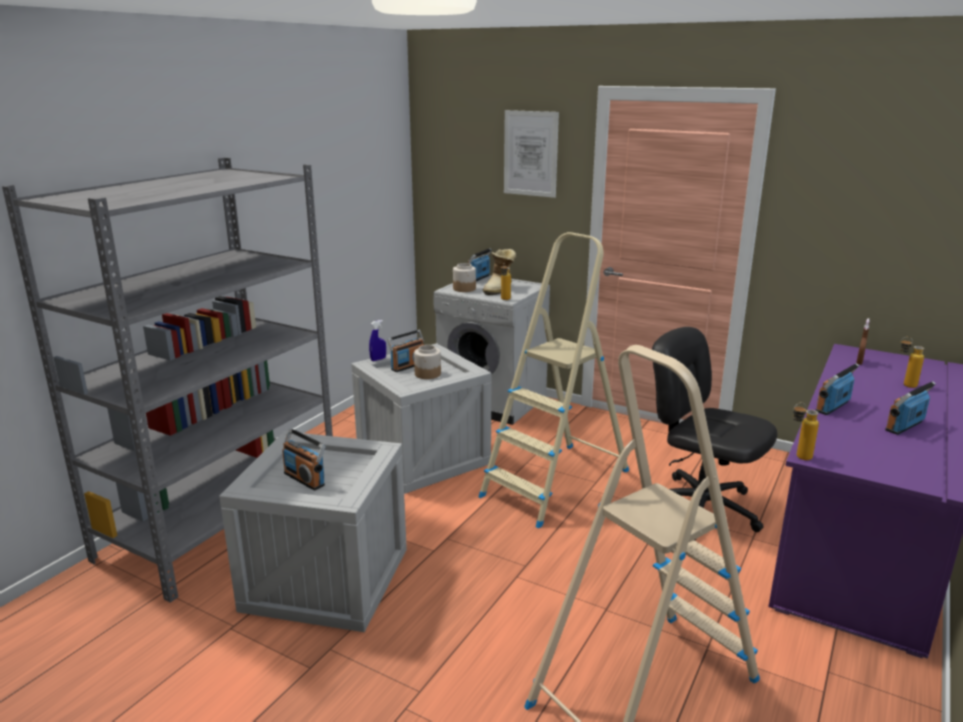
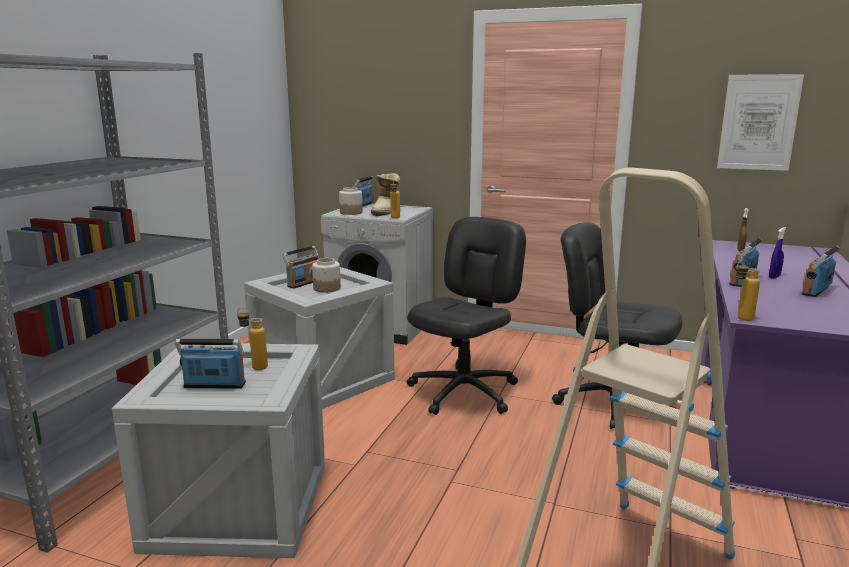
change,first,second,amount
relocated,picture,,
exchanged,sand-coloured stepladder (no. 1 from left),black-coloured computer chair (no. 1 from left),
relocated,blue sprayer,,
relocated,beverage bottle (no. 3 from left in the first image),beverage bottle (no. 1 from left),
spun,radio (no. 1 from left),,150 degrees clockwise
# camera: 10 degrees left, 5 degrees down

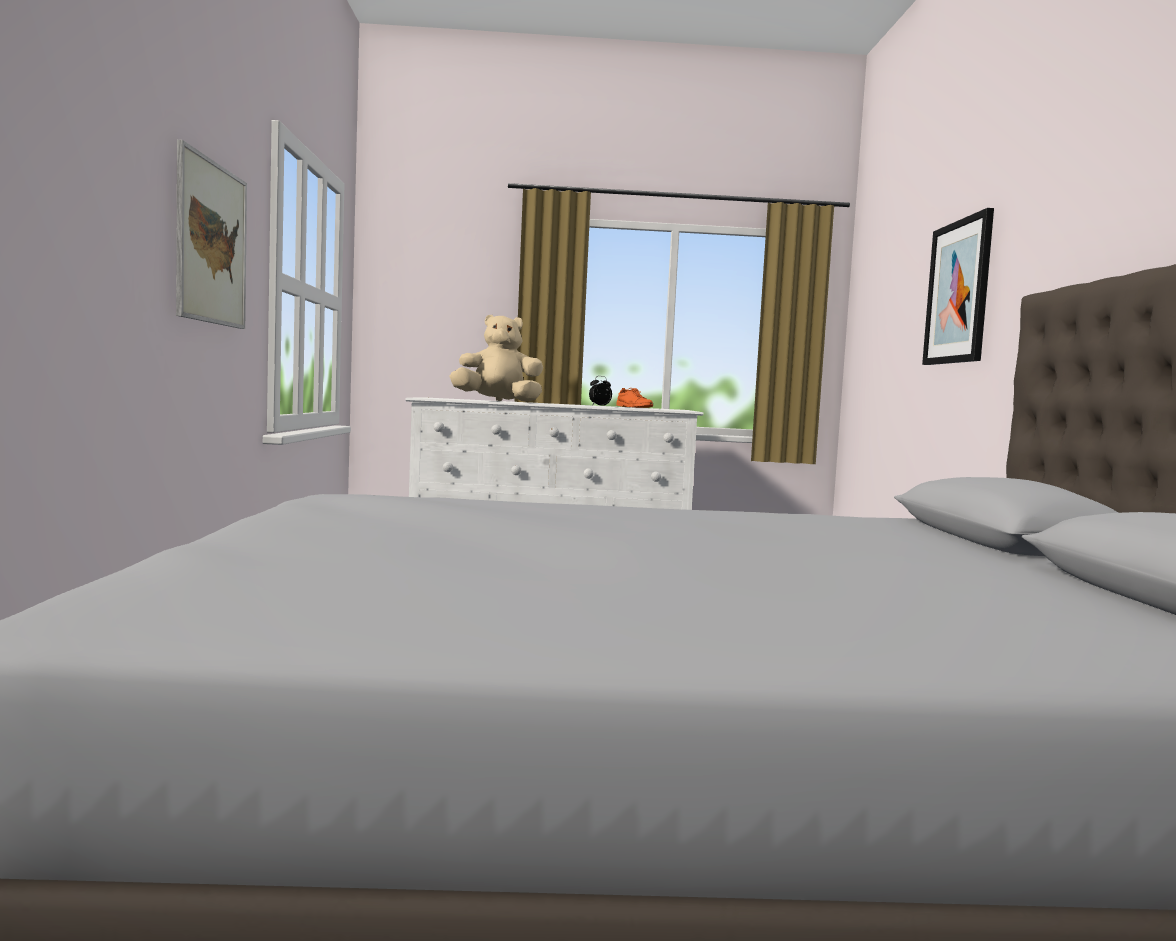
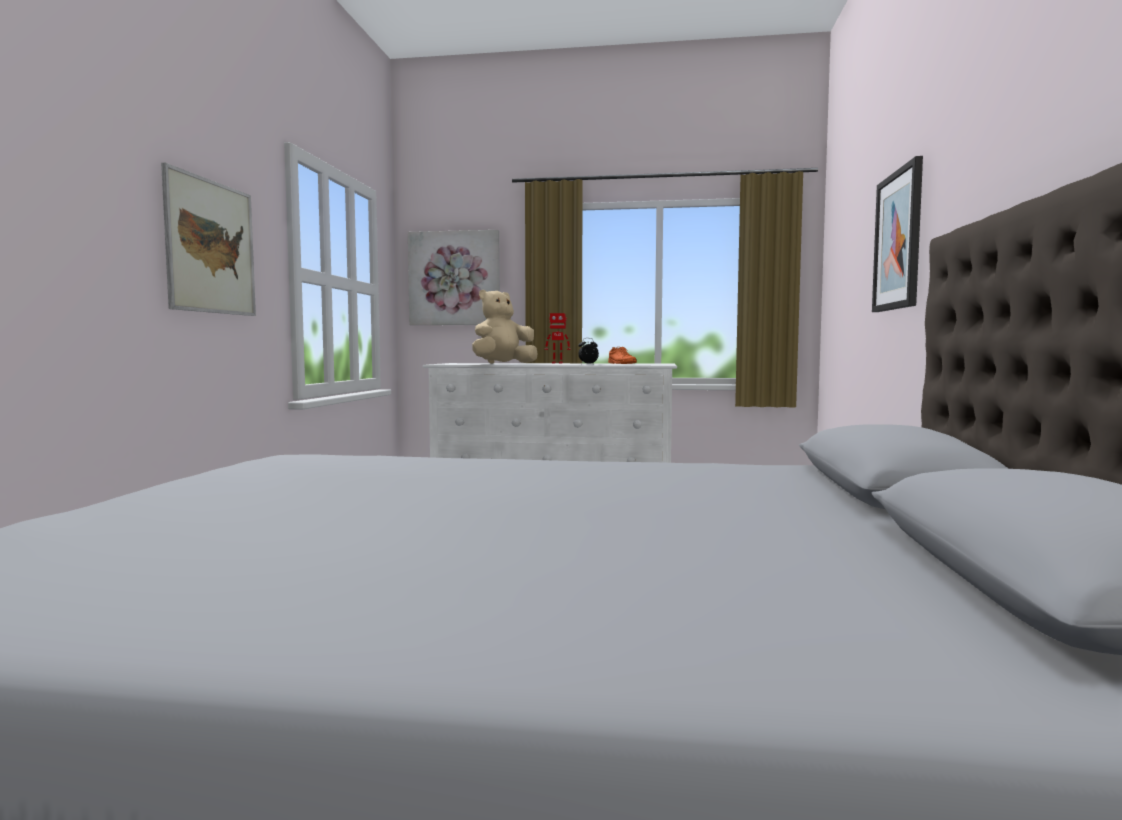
change,first,second,amount
spun,sand-coloured cuddly toy,,45 degrees counterclockwise
appeared,,picture (no. 2 from left),
appeared,,robot figure,
# camera: 10 degrees right, 0 degrees up

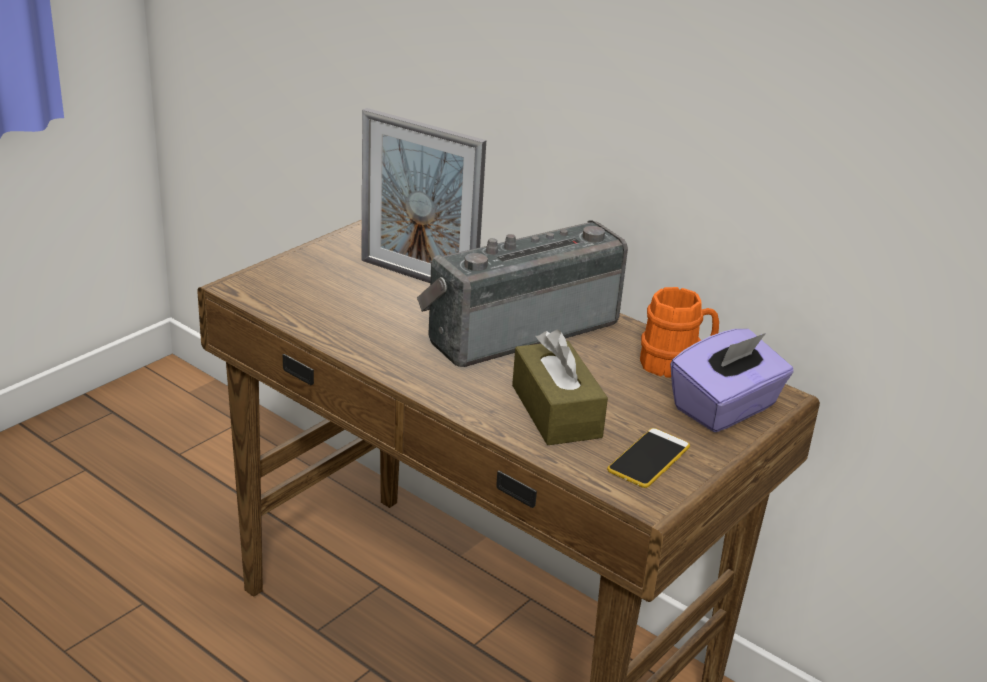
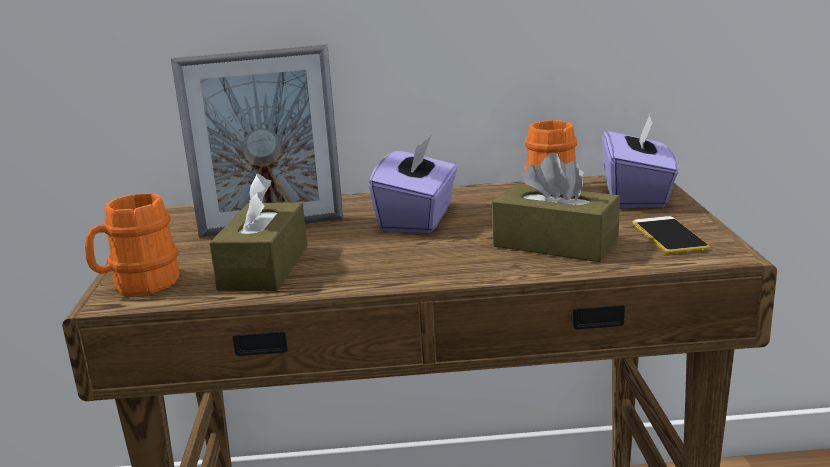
change,first,second,amount
exchanged,radio,purple box of tissues (no. 1 from left),
appeared,,brown-coloured box of tissues (no. 1 from left),
appeared,,orangey coffee mug (no. 1 from left),
# camera: 40 degrees left, 10 degrees down

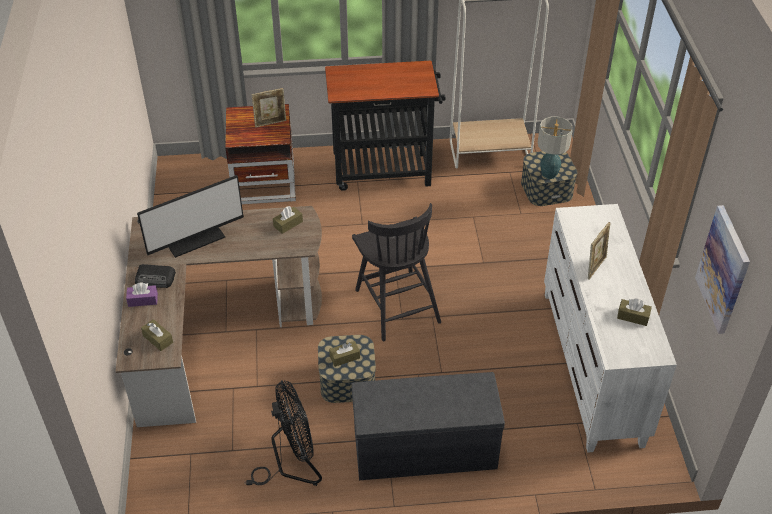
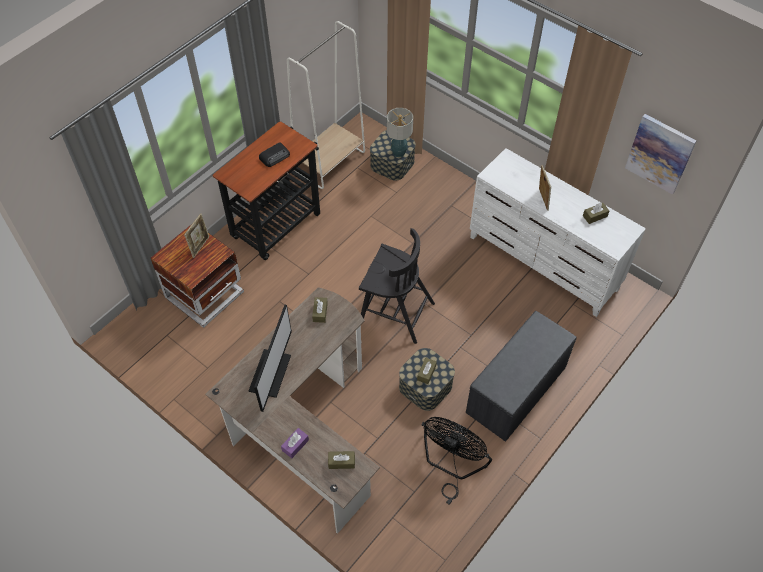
change,first,second,amount
relocated,radio,,
# camera: 45 degrees left, 10 degrees up

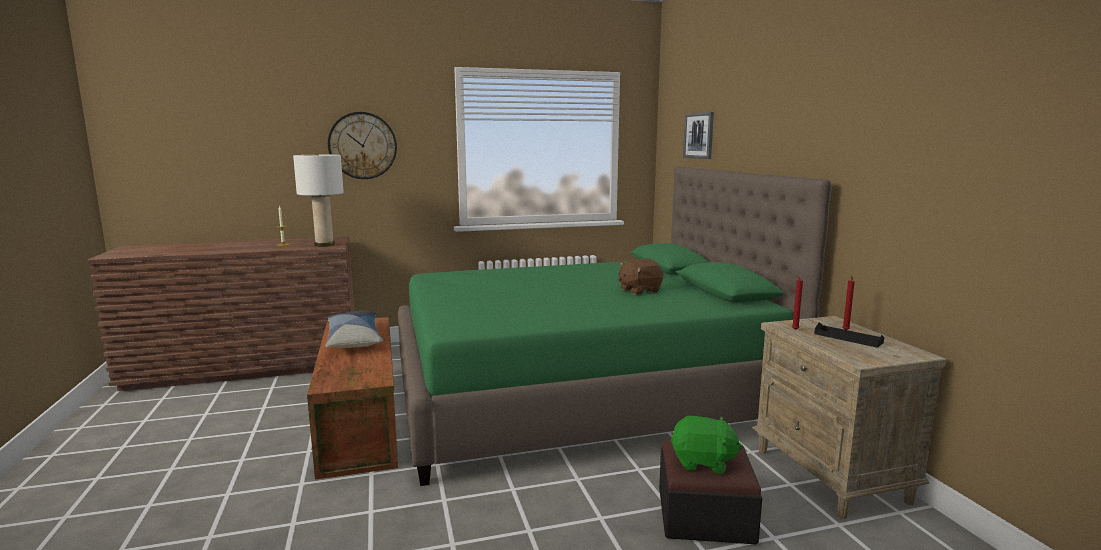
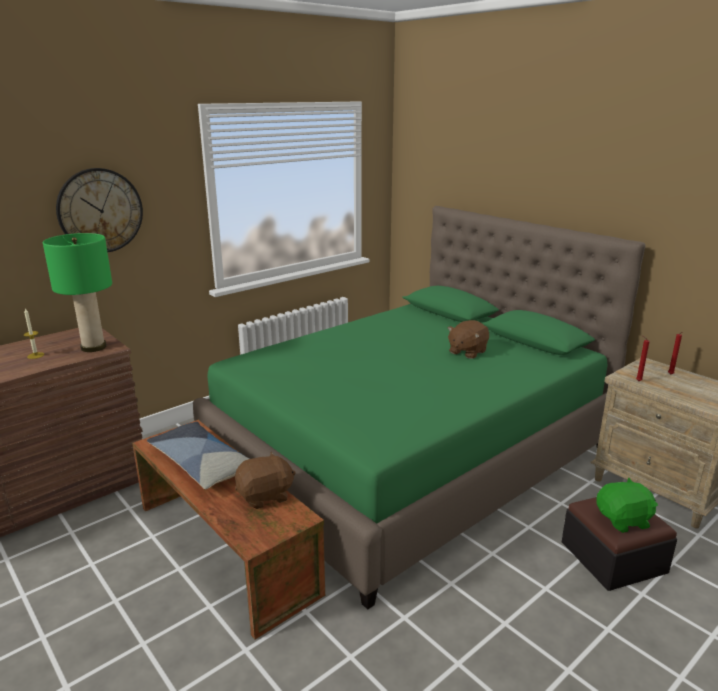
change,first,second,amount
missing,picture,,
colour,whitish lamp for a table,green-coloured lamp for a table,
missing,black-coloured carrying tray,,
appeared,,brown-coloured cuddly toy (no. 1 from left),
# camera: 25 degrees left, 10 degrees up

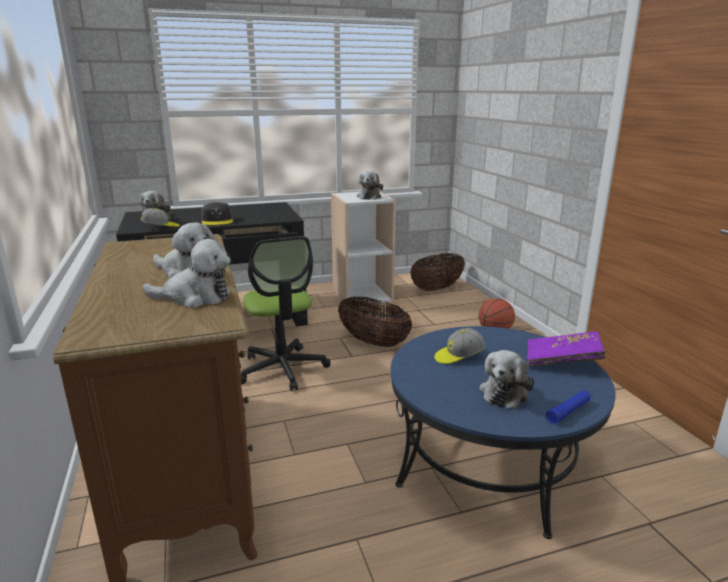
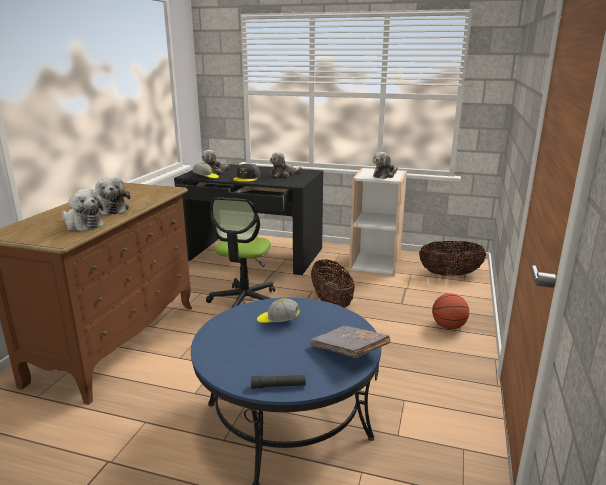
change,first,second,amount
colour,purple book,gray book,
relocated,cuddly toy (no. 5 from left in the first image),cuddly toy (no. 4 from left),
colour,blue torch,black-coloured torch,
# camera: 35 degrees right, 0 degrees up

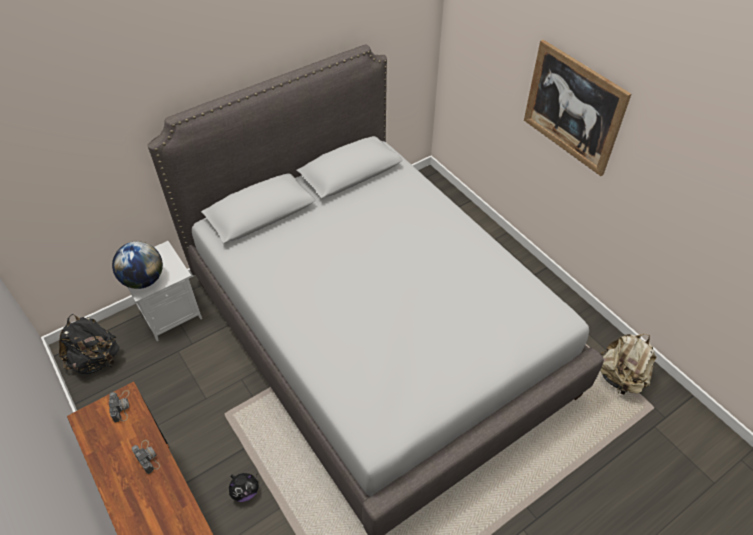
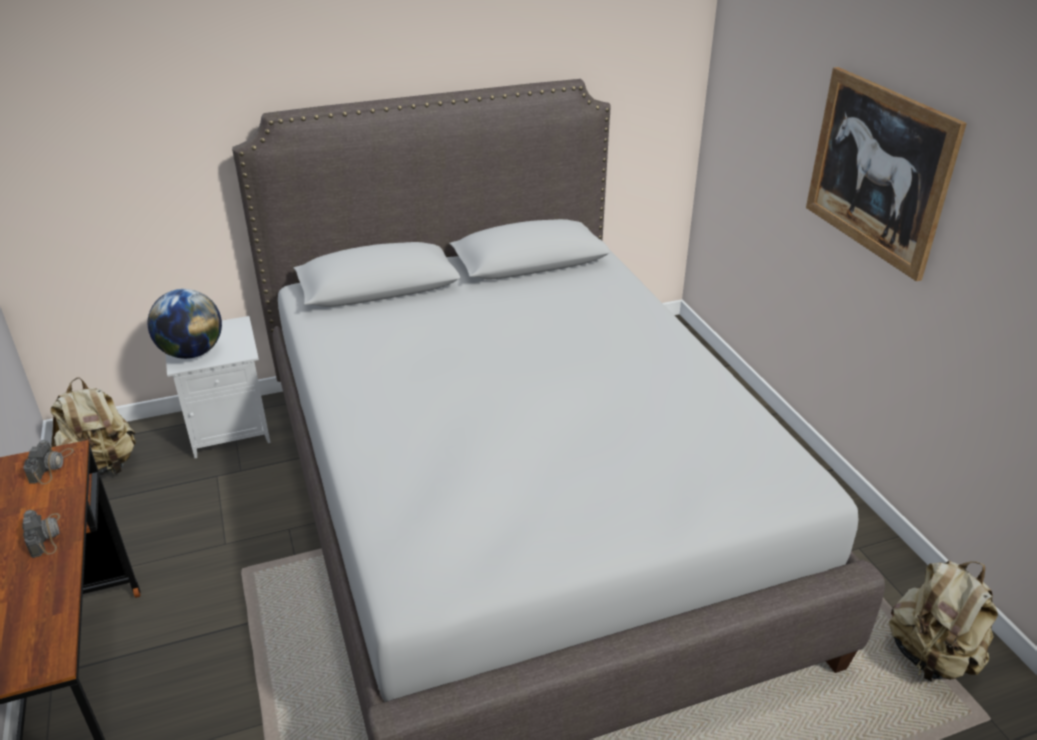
change,first,second,amount
colour,black-coloured rucksack,sand-coloured rucksack (no. 1 from left),
missing,cuddly toy,,
# camera: 15 degrees right, 15 degrees down

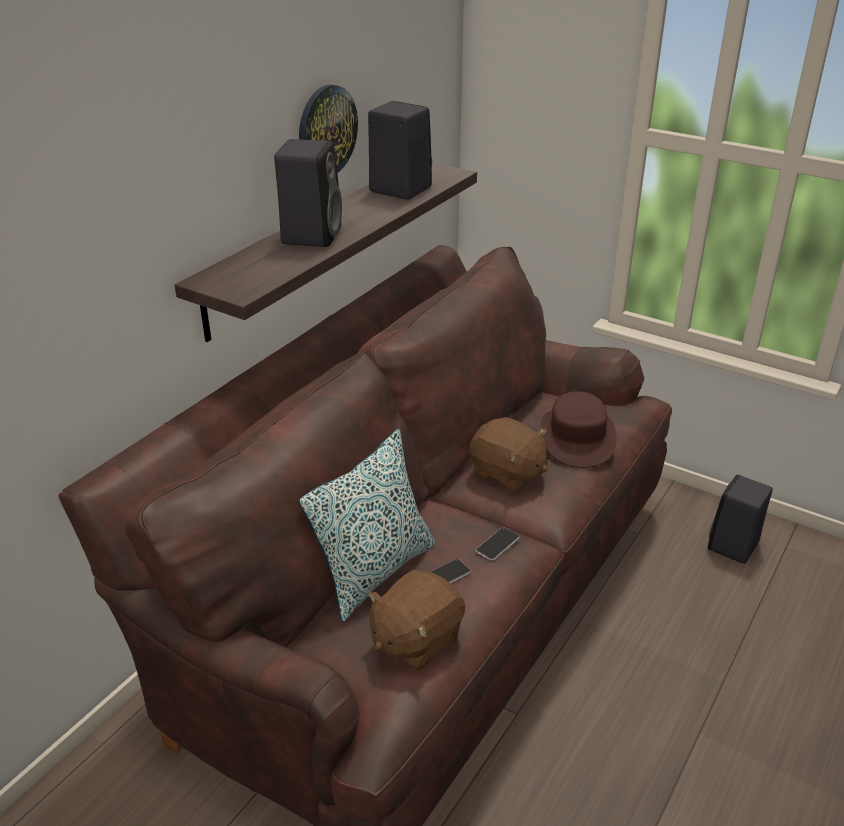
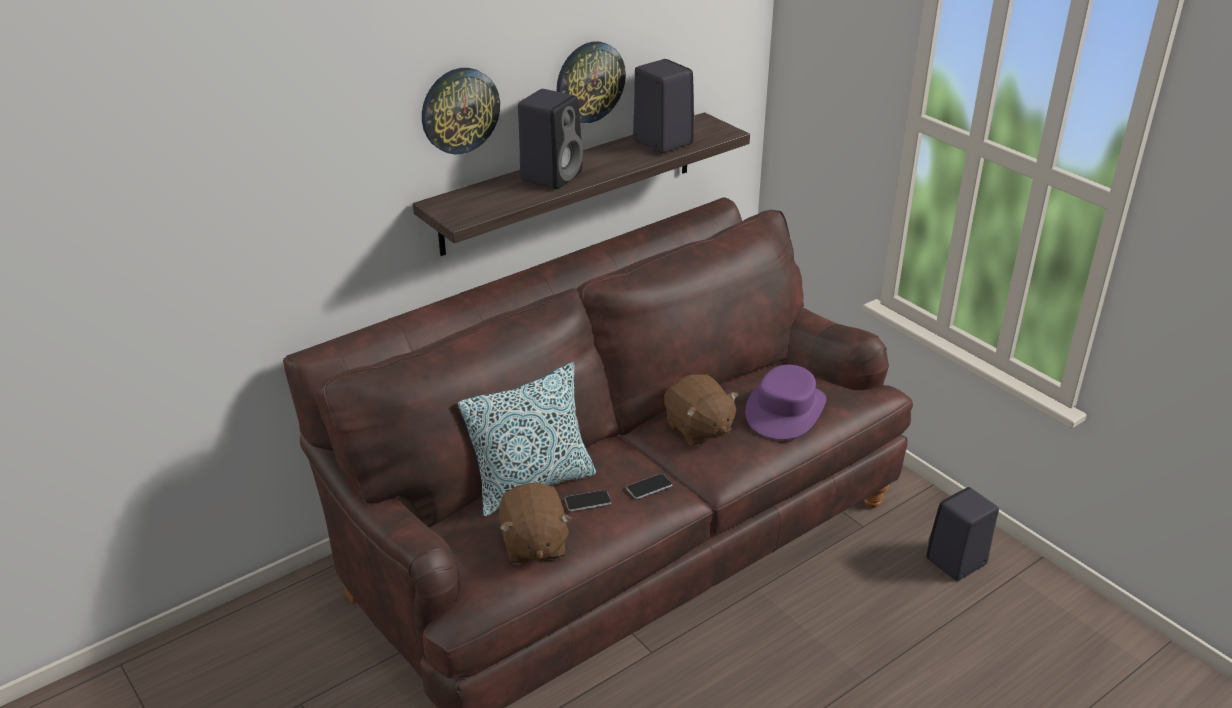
change,first,second,amount
colour,brown-coloured hat,purple hat,
spun,brown-coloured cuddly toy (no. 1 from left),,75 degrees counterclockwise
appeared,,clock on the wall (no. 1 from left),
# camera: 20 degrees right, 0 degrees up

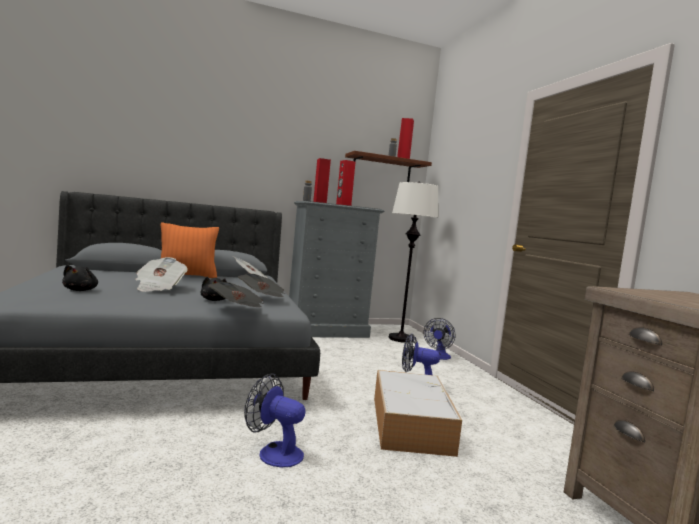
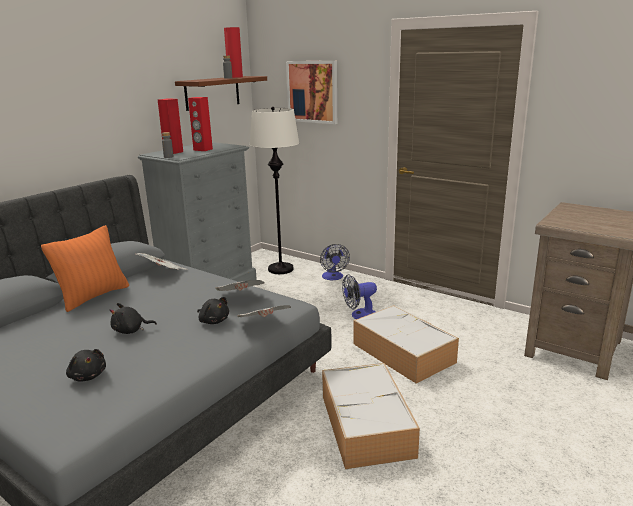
change,first,second,amount
exchanged,daily paper (no. 1 from left),black-coloured cuddly toy (no. 2 from left),
exchanged,electric fan (no. 1 from left),storage container (no. 1 from left),
appeared,,picture,
# camera: 35 degrees left, 15 degrees up

